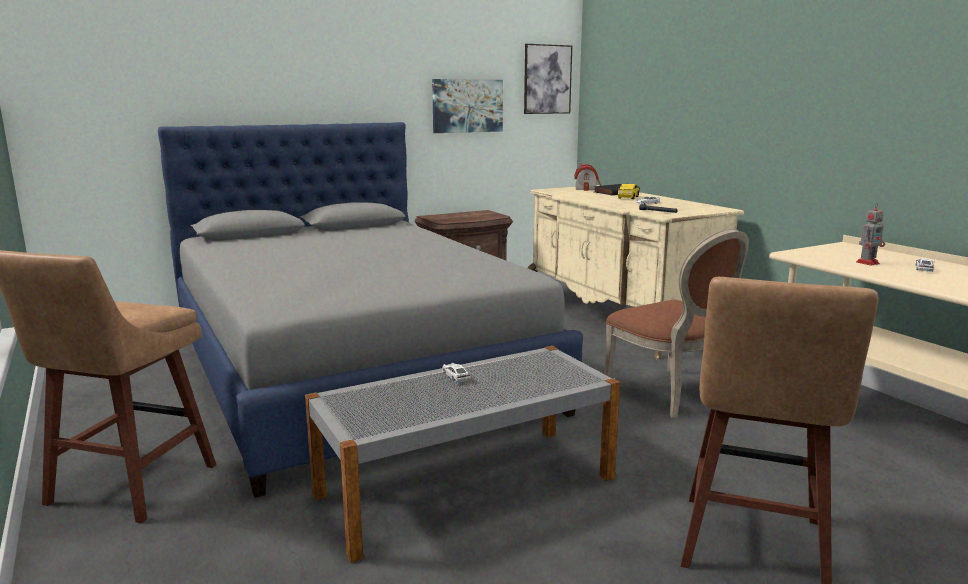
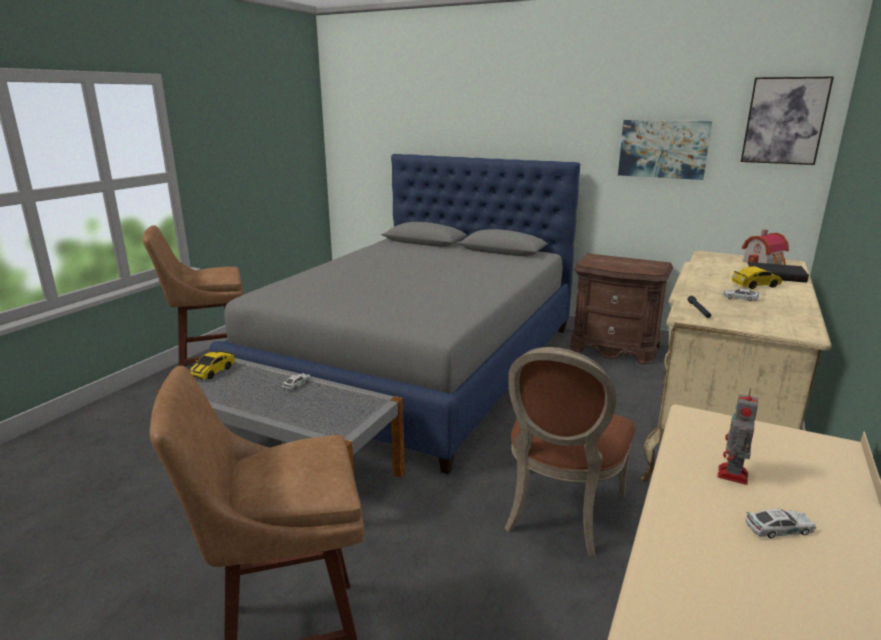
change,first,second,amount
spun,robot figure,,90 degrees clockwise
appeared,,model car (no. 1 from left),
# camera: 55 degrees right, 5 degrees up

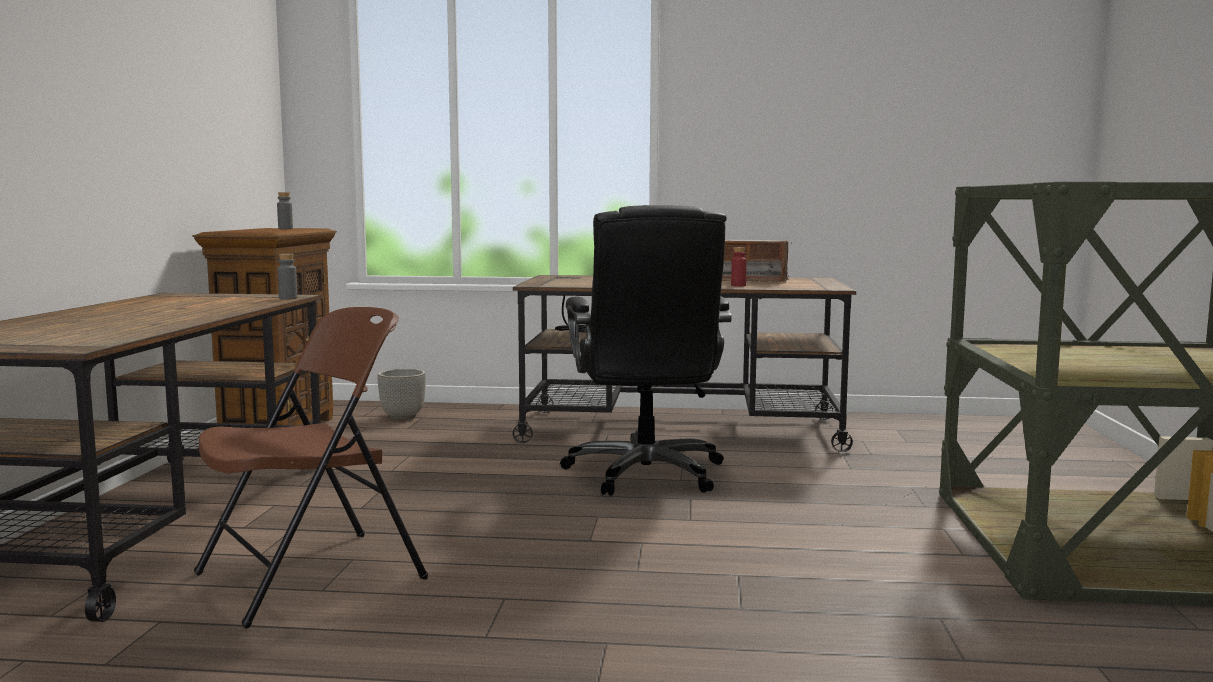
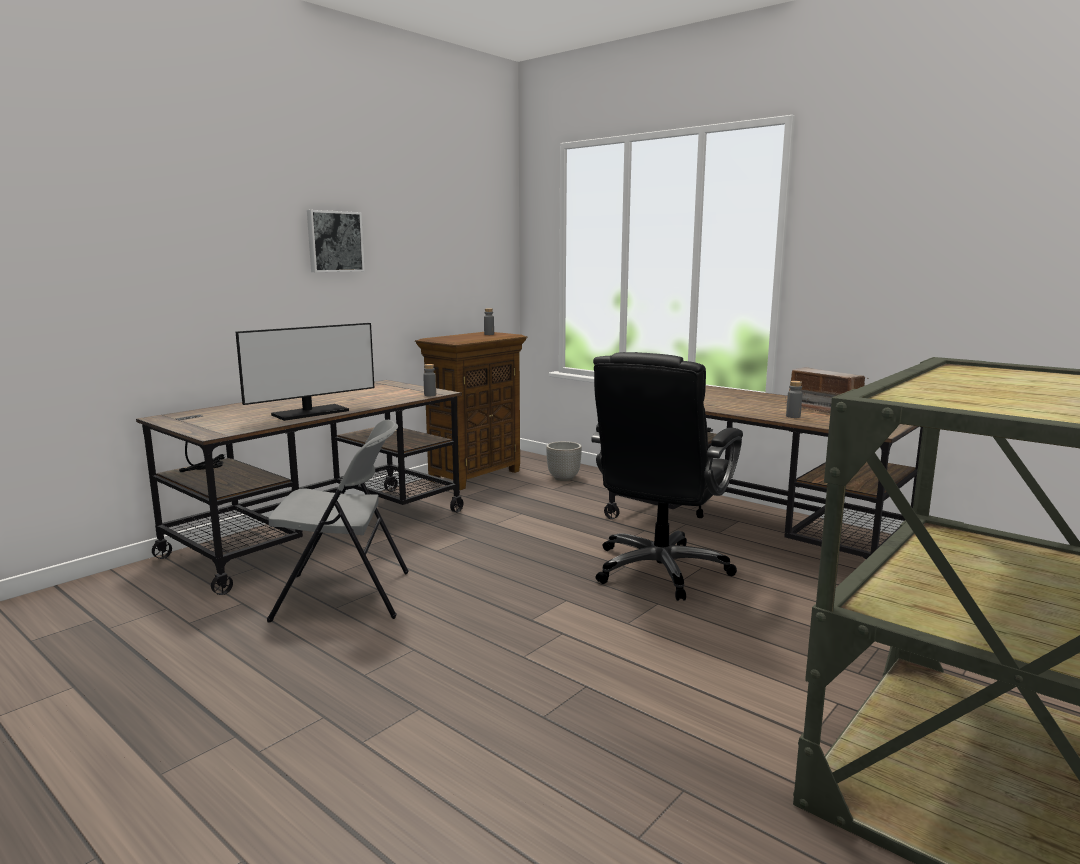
change,first,second,amount
colour,reddish beverage bottle,gray beverage bottle (no. 3 from left),
colour,brown-coloured upright chair,gray upright chair,
appeared,,picture,
appeared,,monitor,
# camera: 35 degrees right, 5 degrees up

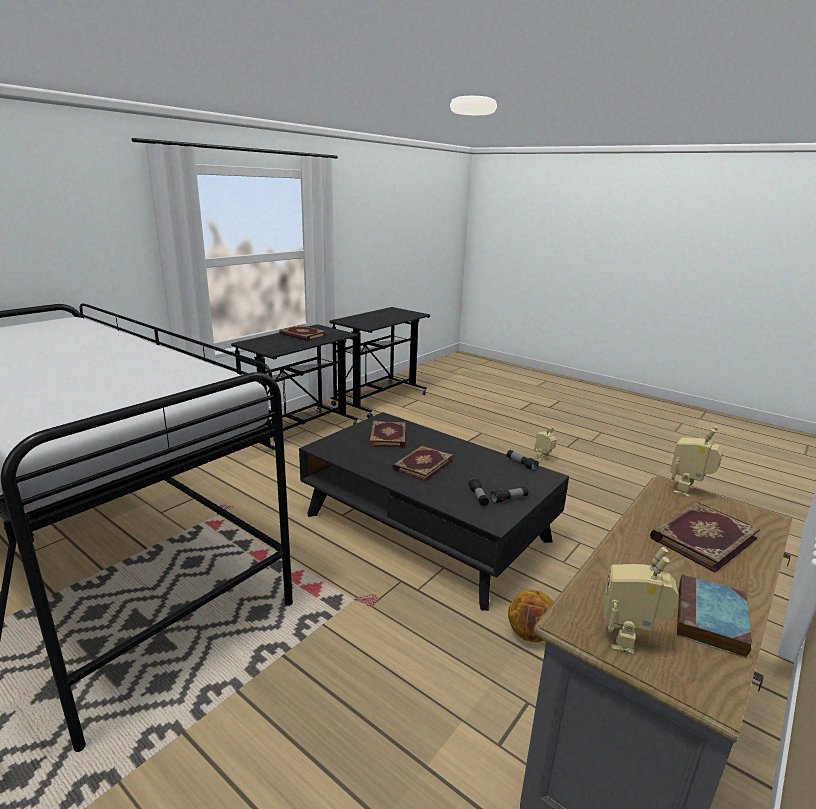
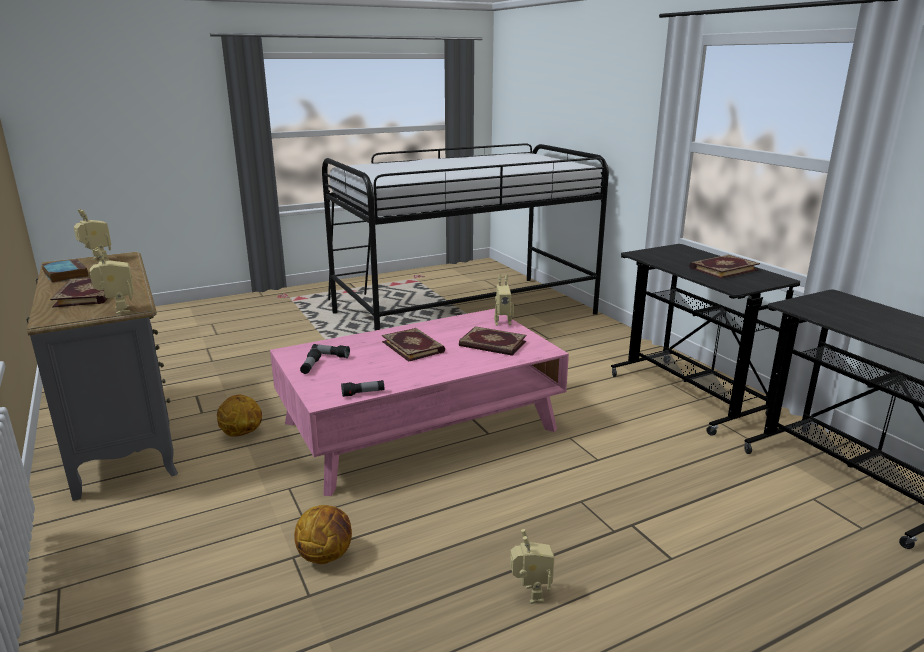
change,first,second,amount
colour,black-coloured coffee table,pink coffee table,
appeared,,robot figure (no. 3 from left),
appeared,,basketball ball (no. 2 from left),
# camera: 115 degrees right, 0 degrees up

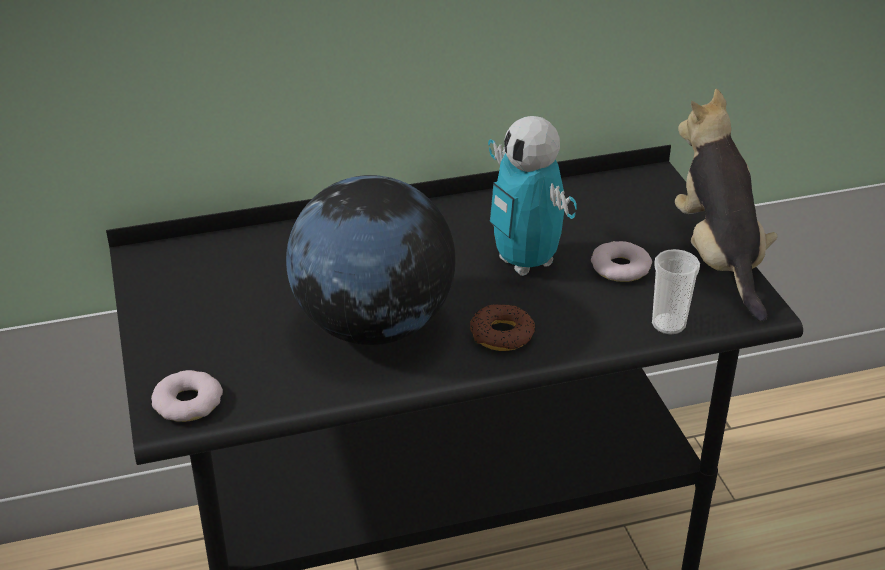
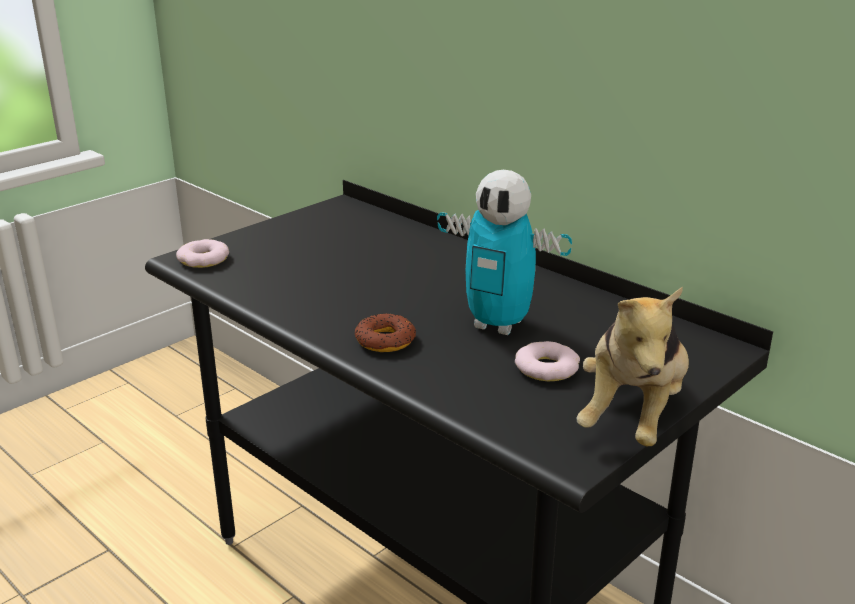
change,first,second,amount
spun,cuddly toy,,150 degrees clockwise
spun,robot figure,,90 degrees counterclockwise
missing,globe,,
missing,drinking cup,,
# camera: 60 degrees right, 10 degrees down

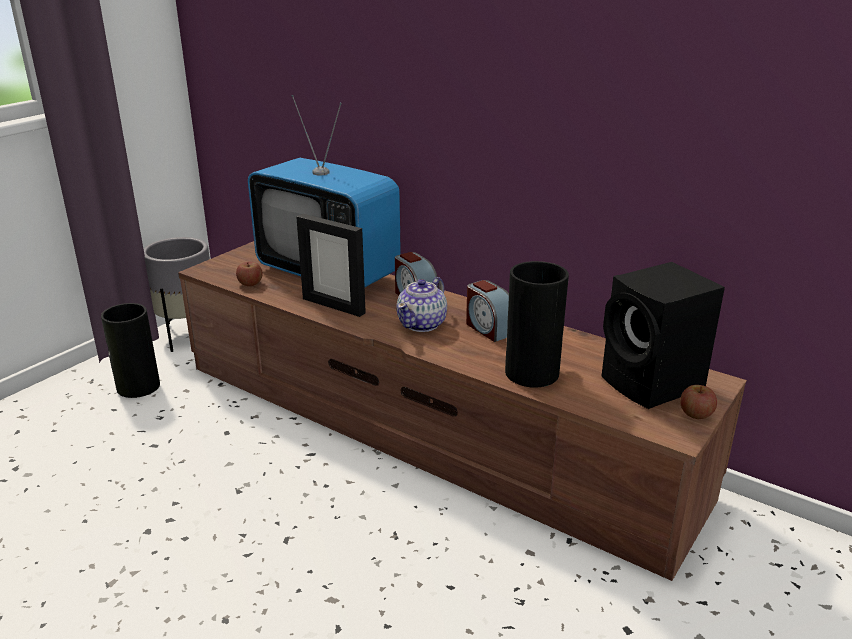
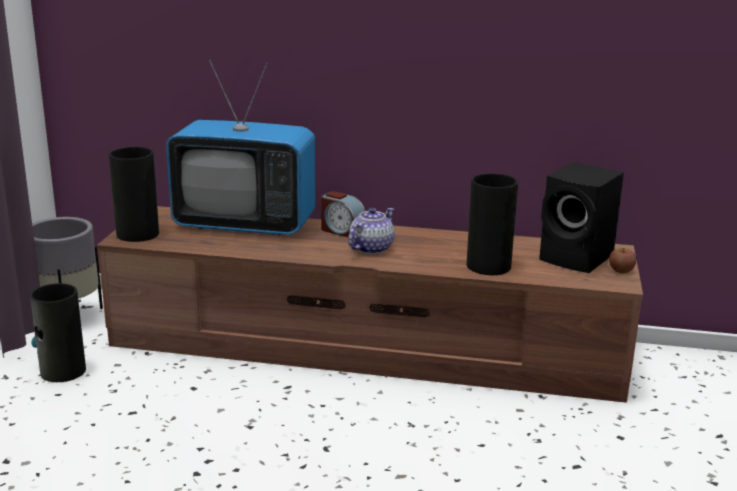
change,first,second,amount
missing,photo frame,,
missing,apple (no. 1 from left),,
spun,tea pot,,150 degrees counterclockwise
missing,table clock (no. 2 from left),,
appeared,,vase (no. 2 from left),
# camera: 25 degrees left, 5 degrees down

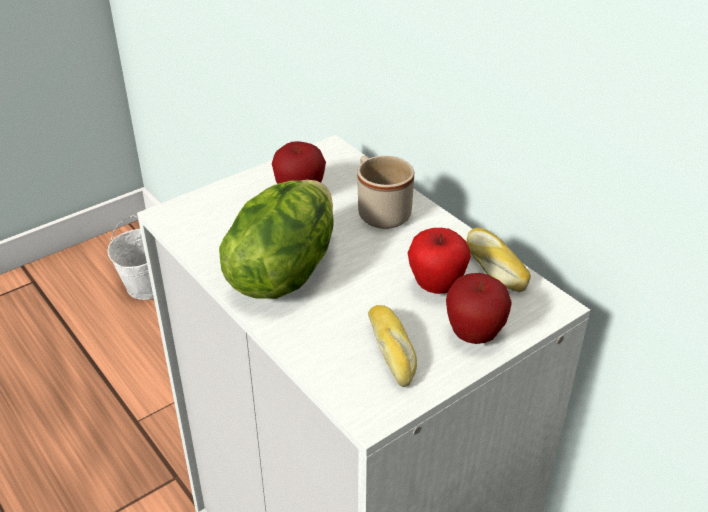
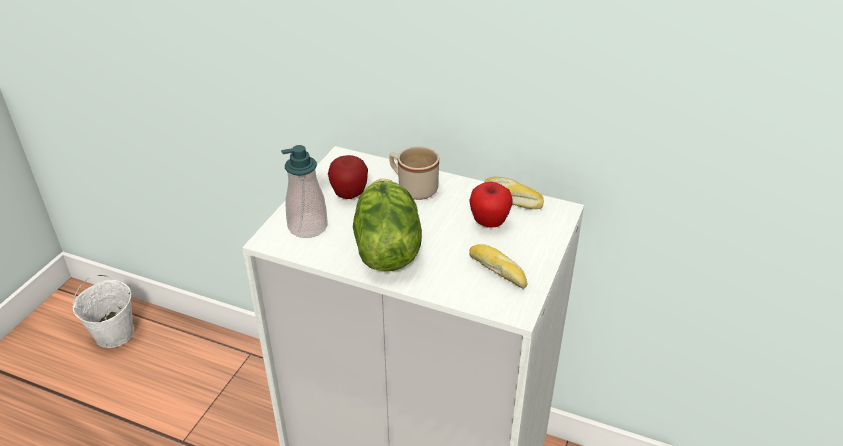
change,first,second,amount
missing,apple (no. 3 from left),,
appeared,,soap bottle,
# camera: 30 degrees left, 0 degrees up

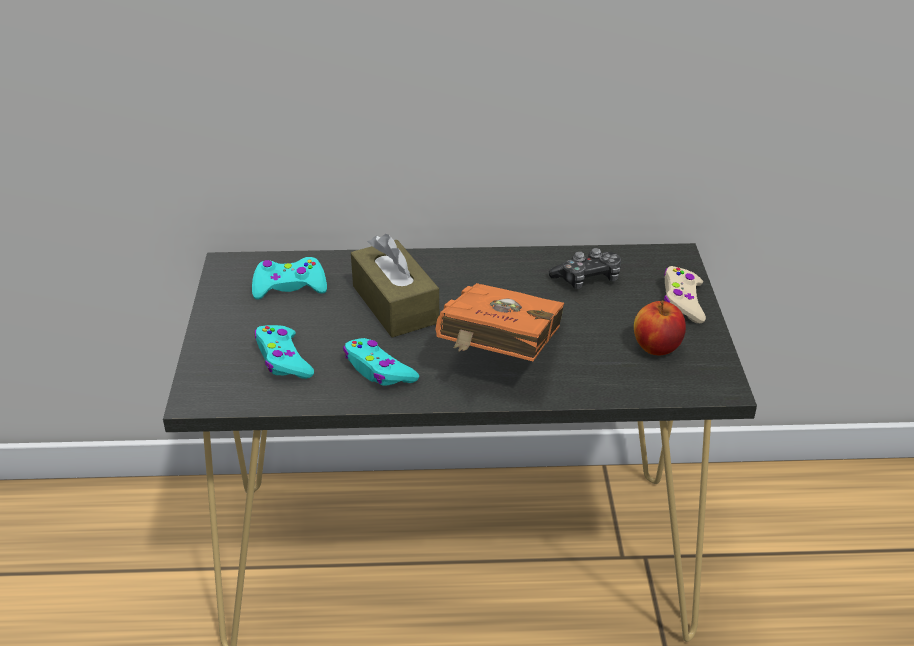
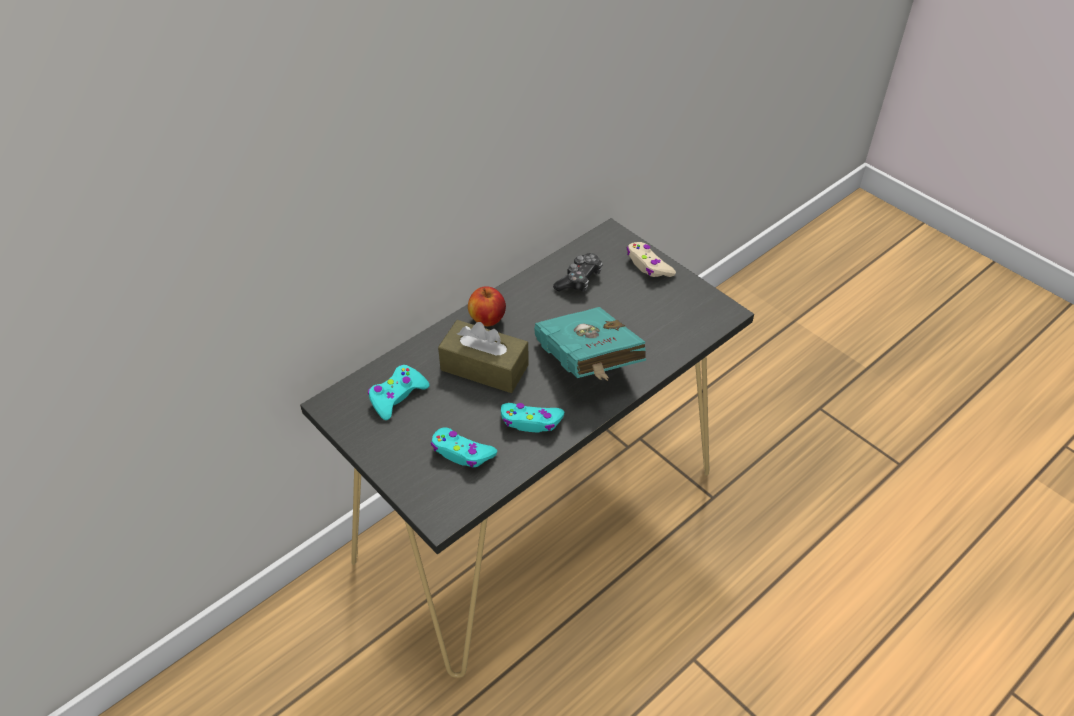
change,first,second,amount
colour,orangey book,turquoise-coloured book,
relocated,apple,,
# camera: 40 degrees left, 10 degrees up

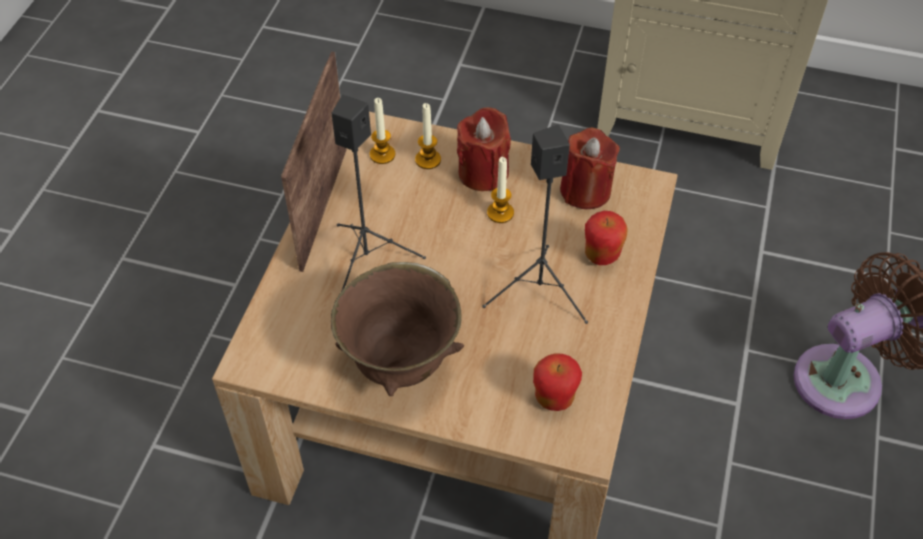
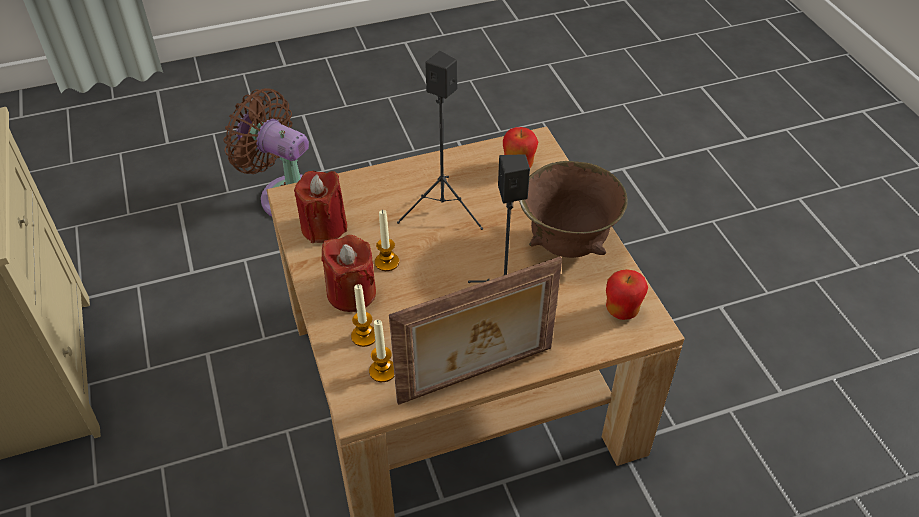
change,first,second,amount
relocated,apple (no. 2 from left),,
# camera: 125 degrees left, 5 degrees down

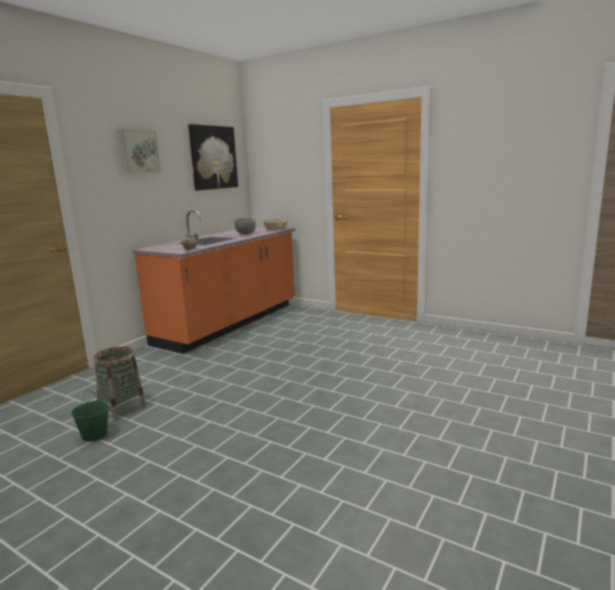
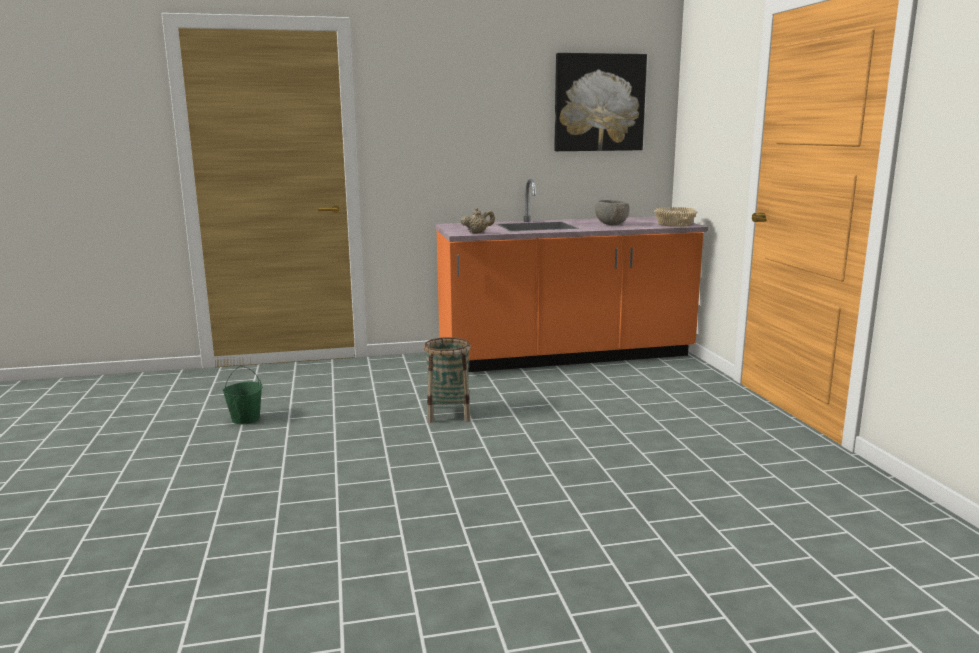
change,first,second,amount
missing,picture (no. 1 from left),,
relocated,household basket,,
# camera: 45 degrees right, 0 degrees up

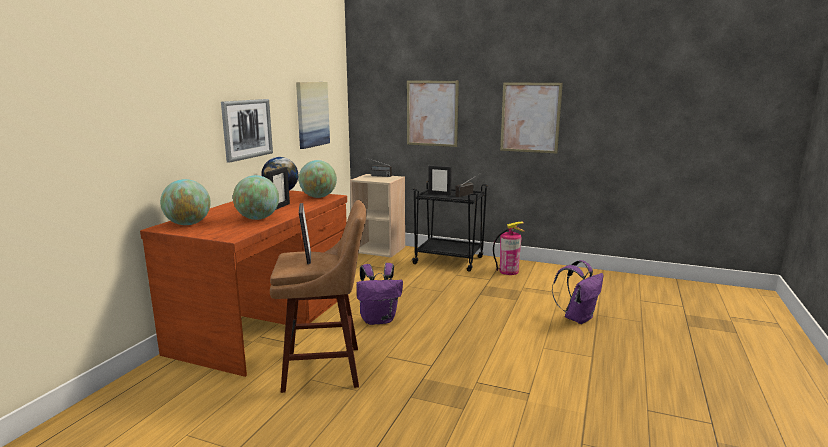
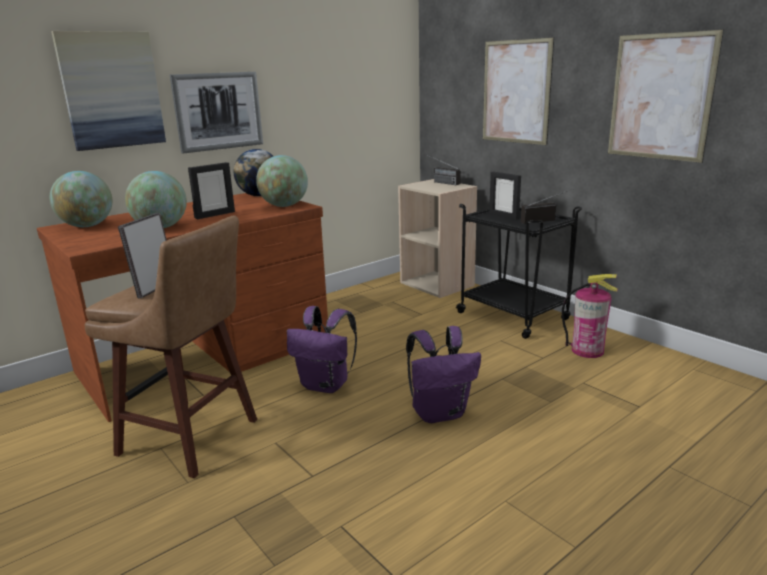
change,first,second,amount
relocated,picture (no. 2 from left in the first image),picture (no. 1 from left),
relocated,purple rucksack (no. 2 from left),,
# camera: 30 degrees right, 5 degrees up

